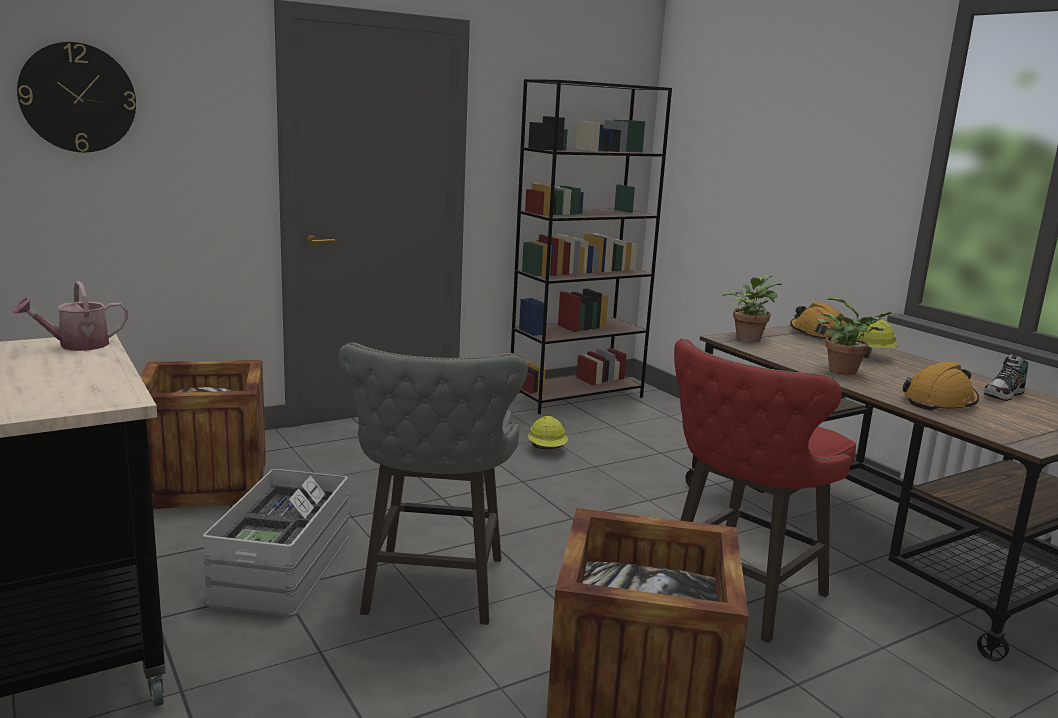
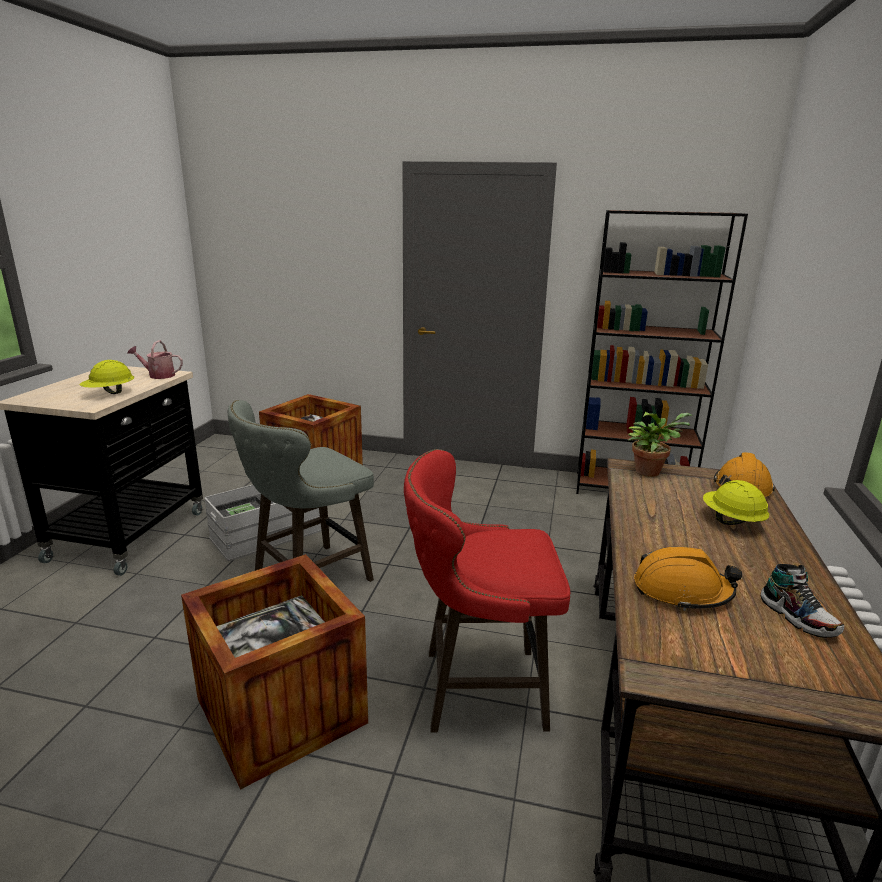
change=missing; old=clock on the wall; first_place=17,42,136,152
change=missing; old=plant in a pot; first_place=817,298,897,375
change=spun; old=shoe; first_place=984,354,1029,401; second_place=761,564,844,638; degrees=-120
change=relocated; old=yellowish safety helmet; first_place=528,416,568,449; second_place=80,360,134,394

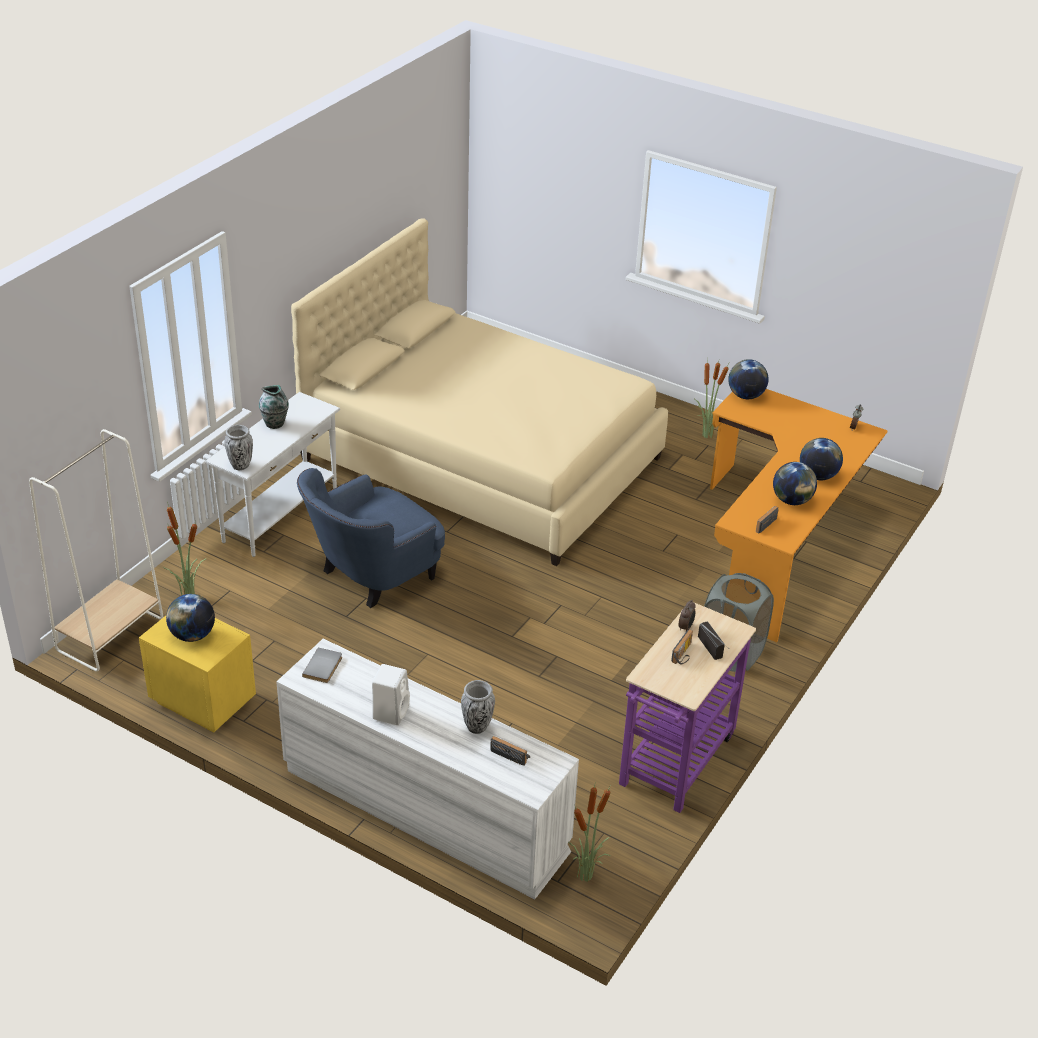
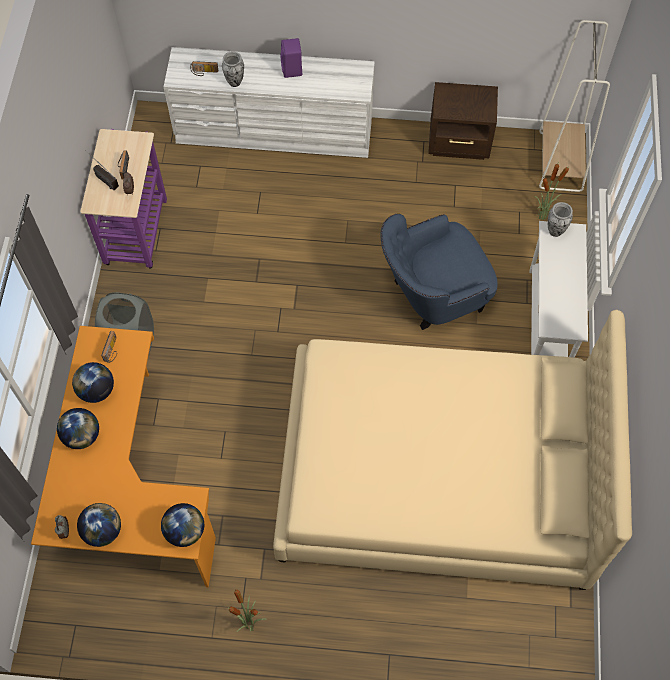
change=missing; old=vase; first_place=259,385,289,429
change=spun; old=bluish lounge chair; first_place=297,468,445,608; second_place=380,214,498,330; degrees=-135
change=relocated; old=globe; first_place=166,594,215,642; second_place=77,503,121,547
change=colour; old=yellowish nightstand; new=brown nightstand; first_place=139,616,256,732; second_place=428,82,498,160
change=missing; old=grey volume; first_place=302,648,342,683
change=colour; old=white audio speaker; new=purple audio speaker; first_place=372,664,410,725; second_place=280,38,302,78
change=missing; old=plant in a pot; first_place=568,785,611,882

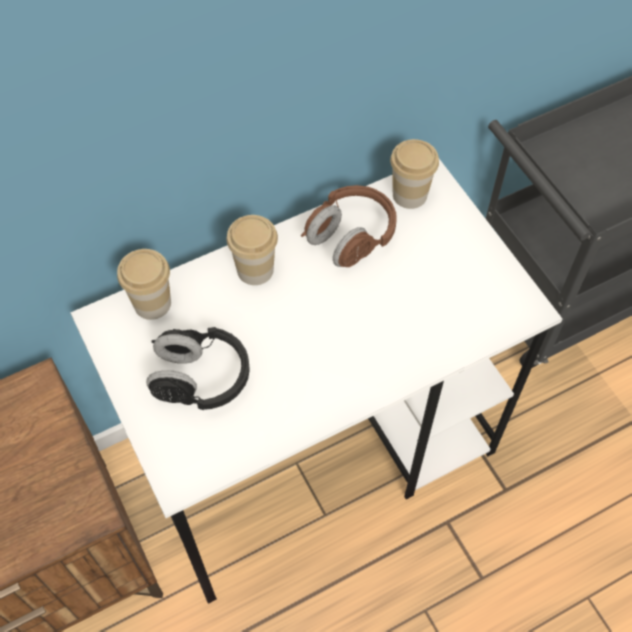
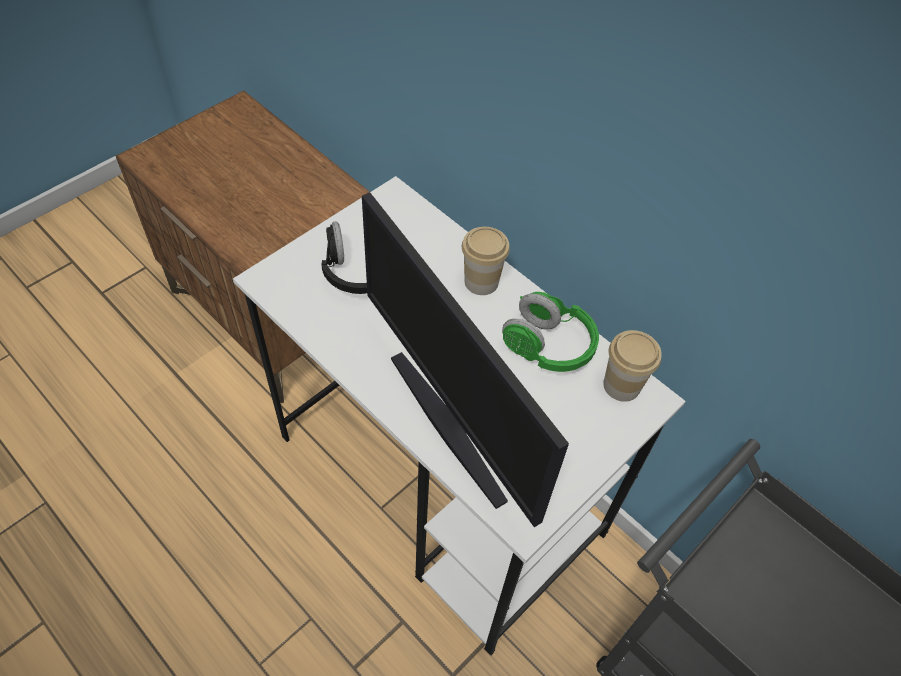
change=colour; old=brown pair of headphones; new=green pair of headphones; first_place=301,185,397,267; second_place=502,292,599,372
change=missing; old=cup; first_place=117,249,171,320
change=appeared; new=computer screen; second_place=362,192,569,527

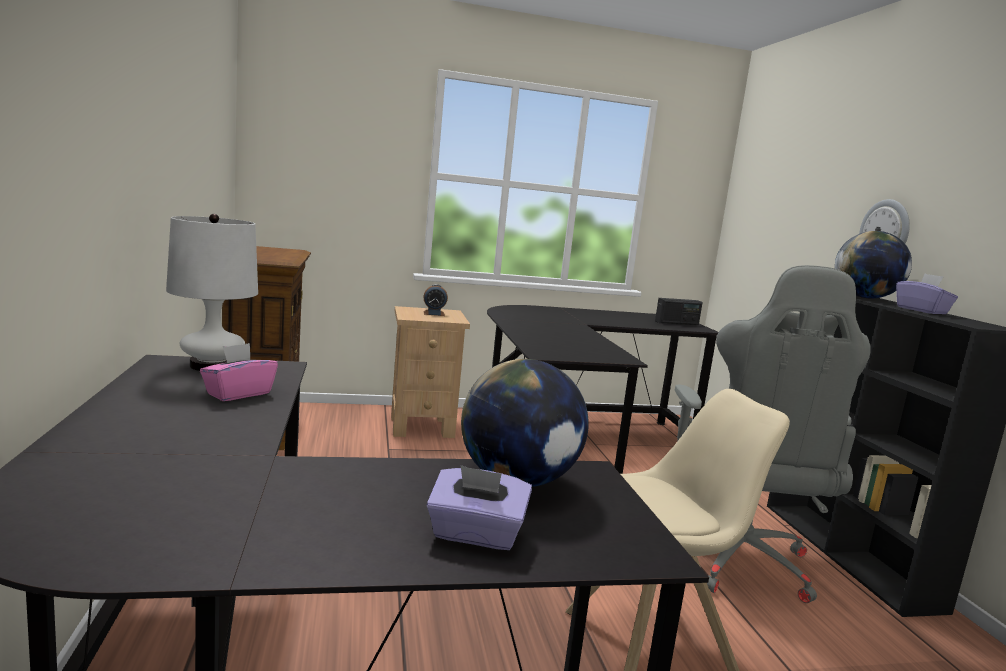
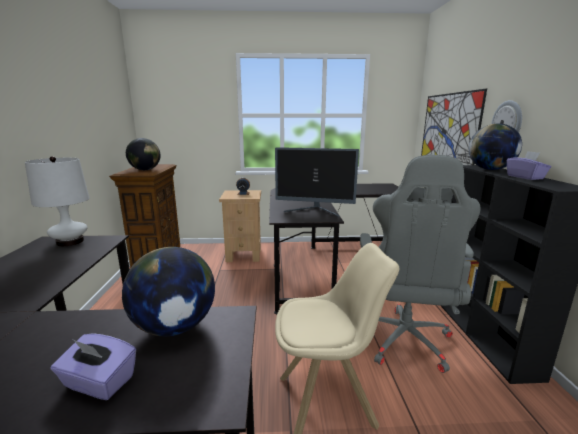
change=missing; old=radio receiver; first_place=655,298,703,325
change=missing; old=pinkish tissue holder; first_place=200,343,278,401
change=appeared; new=picture; second_place=421,89,487,165
change=appeared; new=globe; second_place=126,138,160,170
change=appeared; new=computer screen; second_place=275,147,359,217

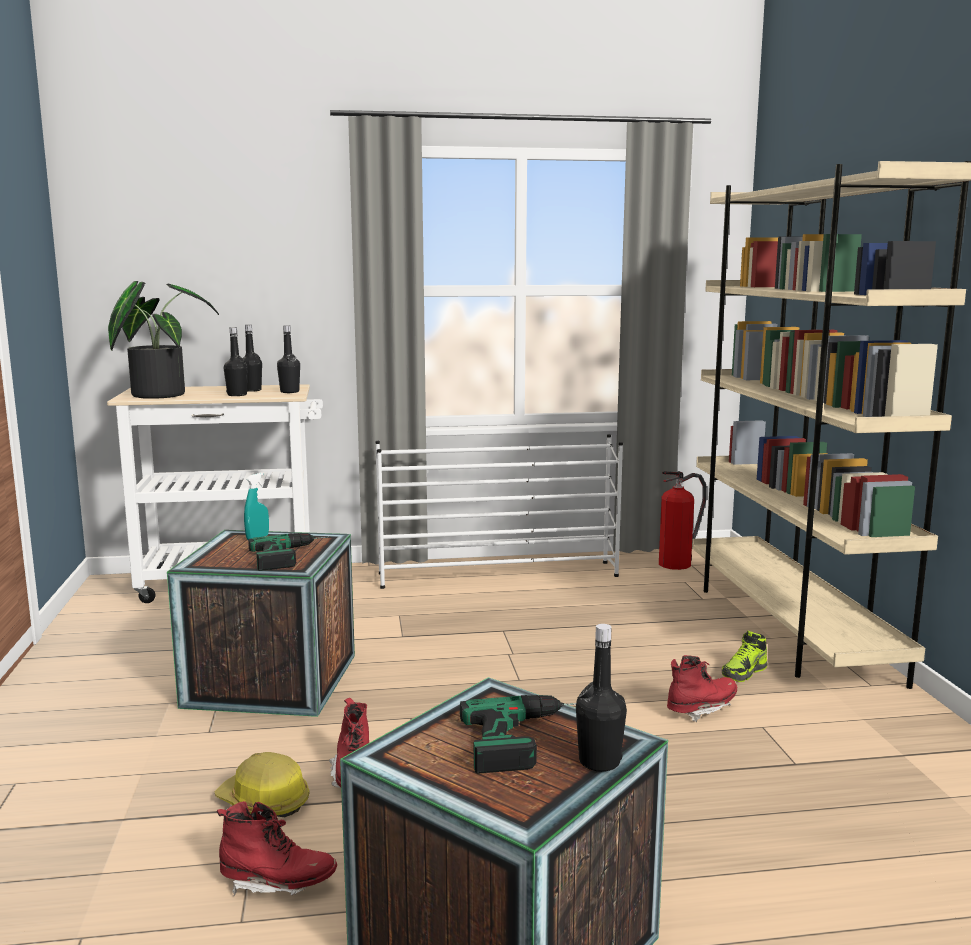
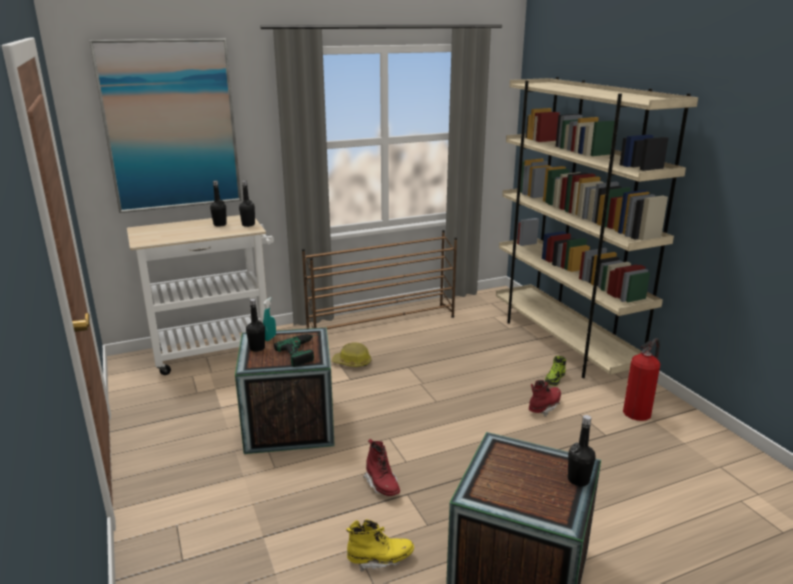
change=missing; old=plant in a pot; first_place=108,281,219,399
change=relocated; old=blackish beverage bottle; first_place=224,327,248,396; second_place=246,299,265,352
change=colour; old=white shoe rack; new=brown shoe rack; first_place=375,434,623,589; second_place=302,230,457,329
change=relocated; old=extinguisher; first_place=659,471,706,570; second_place=623,338,660,421
change=missing; old=electric drill; first_place=460,695,576,774
change=relocated; old=safety helmet; first_place=215,752,310,817; second_place=332,343,372,367
change=colour; old=red tall boot; new=yellowish tall boot; first_place=217,801,337,895; second_place=346,519,414,572
change=appeared; new=picture; second_place=89,39,242,213

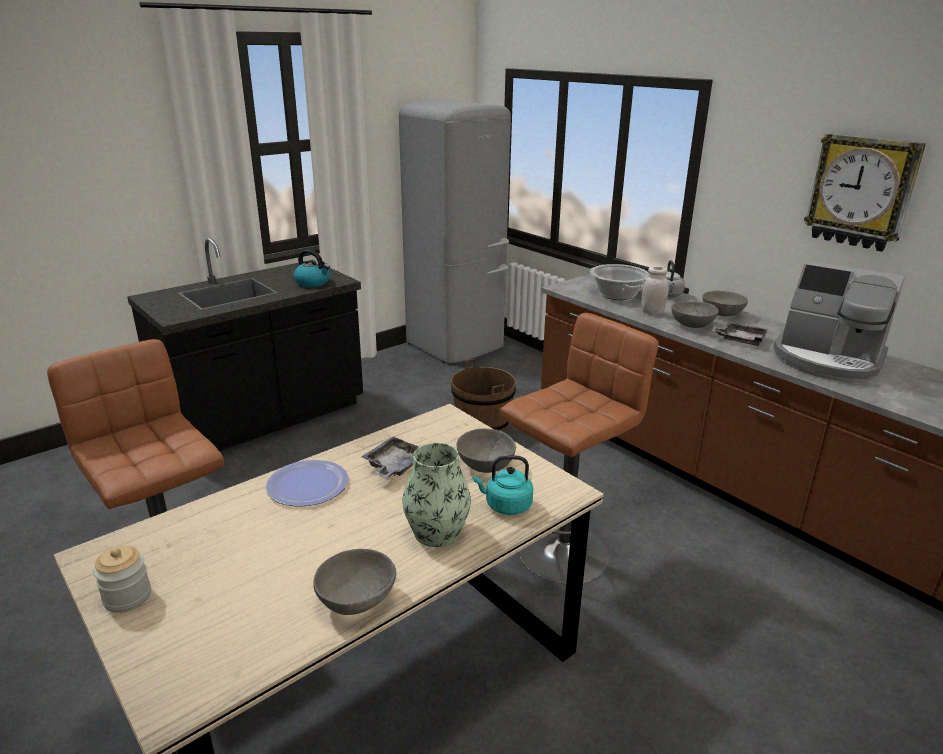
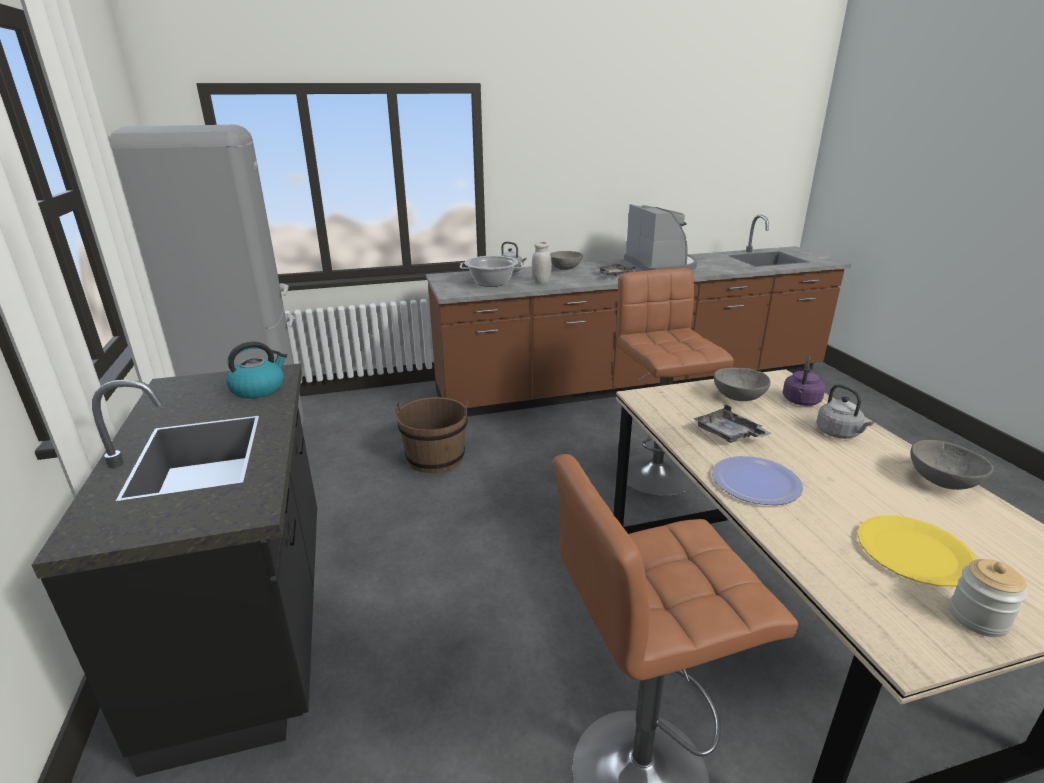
change=missing; old=clock on the wall; first_place=804,133,926,252
change=spun; old=coffee machine; first_place=773,261,905,383; second_place=624,204,697,272; degrees=-75
change=missing; old=grey deep dish; first_place=672,301,718,328
change=exchanged; old=vase; new=grey water kettle; first_place=402,443,471,547; second_place=816,384,874,439
change=colour; old=turquoise water kettle; new=purple water kettle; first_place=473,455,533,515; second_place=783,356,826,406
change=appeared; new=yellowish plate; second_place=857,515,977,587

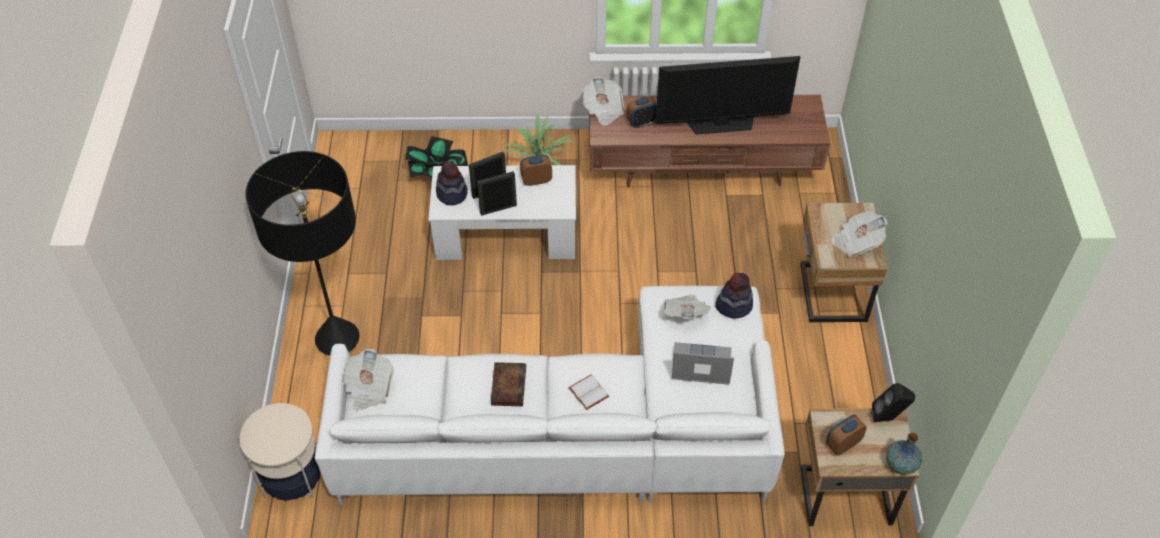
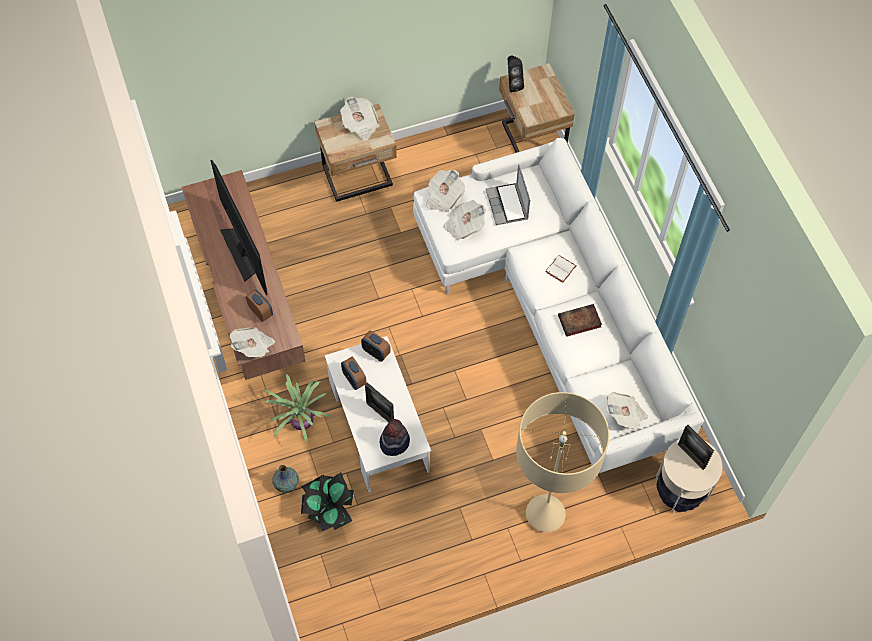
change=colour; old=blackish standing lamp; new=sand-coloured standing lamp; first_place=246,151,359,355; second_place=516,392,610,532
change=relocated; old=picture frame; first_place=477,171,517,216; second_place=678,425,714,470
change=exchanged; old=clothing hat; new=printed paper; first_place=715,273,753,318; second_place=426,170,465,212
change=relocated; old=alarm clock; first_place=826,415,867,456; second_place=361,331,391,361
change=relocated; old=vase; first_place=886,433,922,475; second_place=272,465,299,493

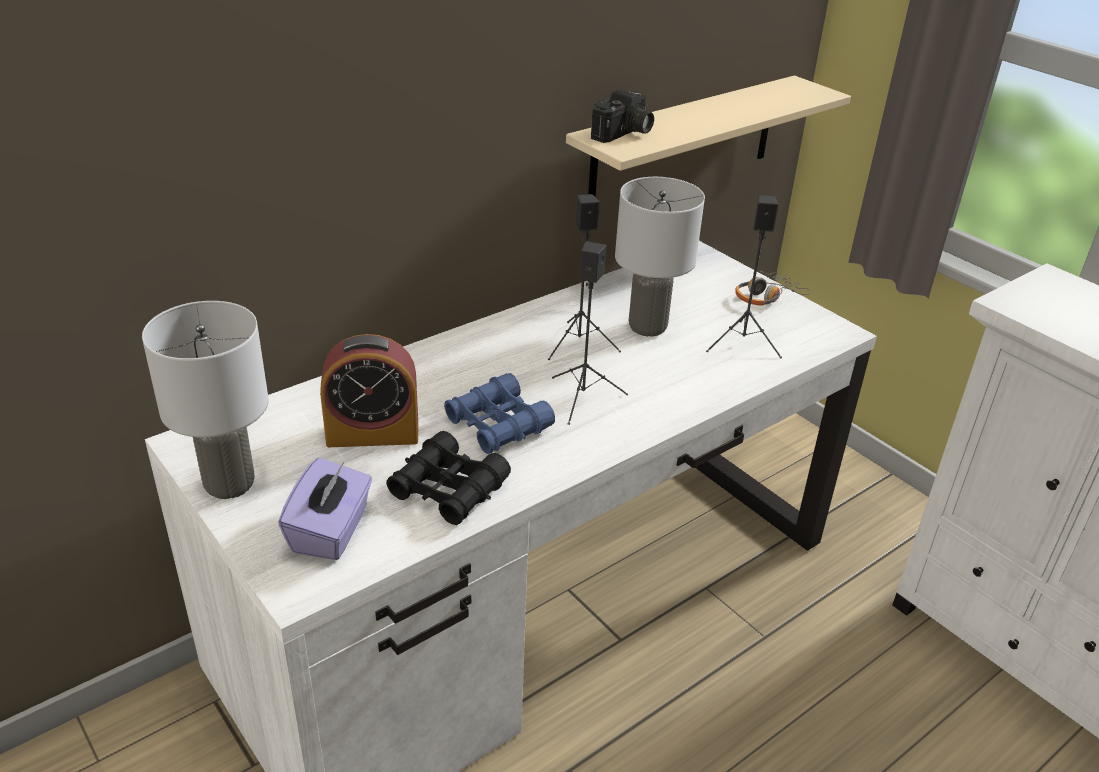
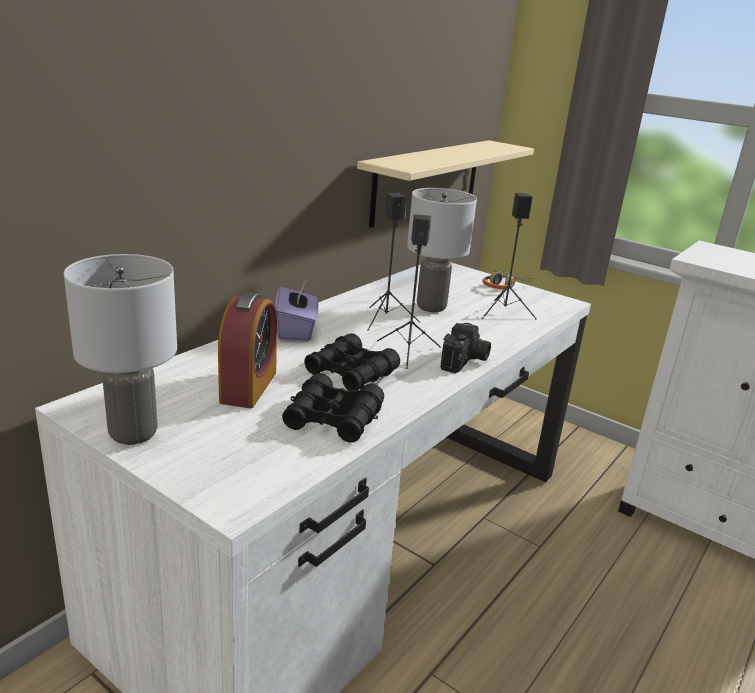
change=relocated; old=photo camera; first_place=591,89,654,143; second_place=441,323,491,373
change=spun; old=alarm clock; first_place=320,334,418,447; second_place=218,292,277,408; degrees=-60
change=colour; old=bluish binoculars; new=blackish binoculars; first_place=444,373,555,454; second_place=304,333,400,391
change=relocated; old=purple tissue holder; first_place=278,458,372,560; second_place=275,283,318,341

